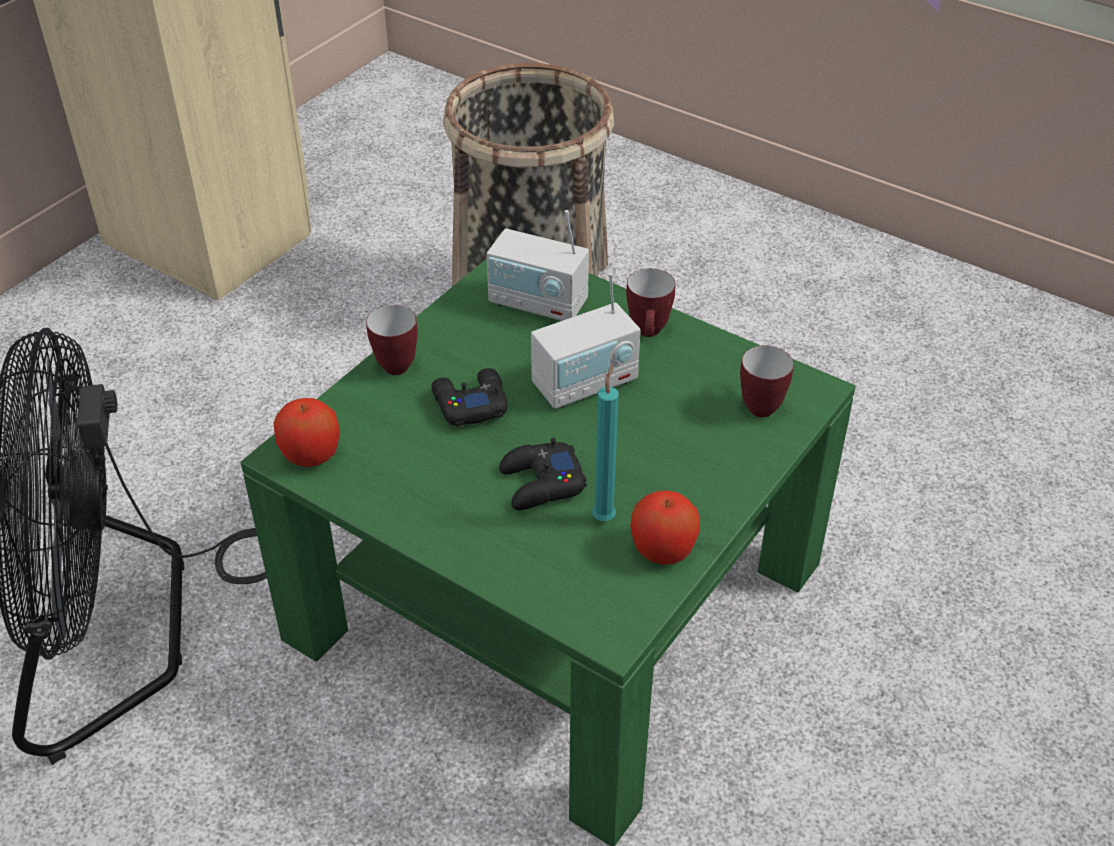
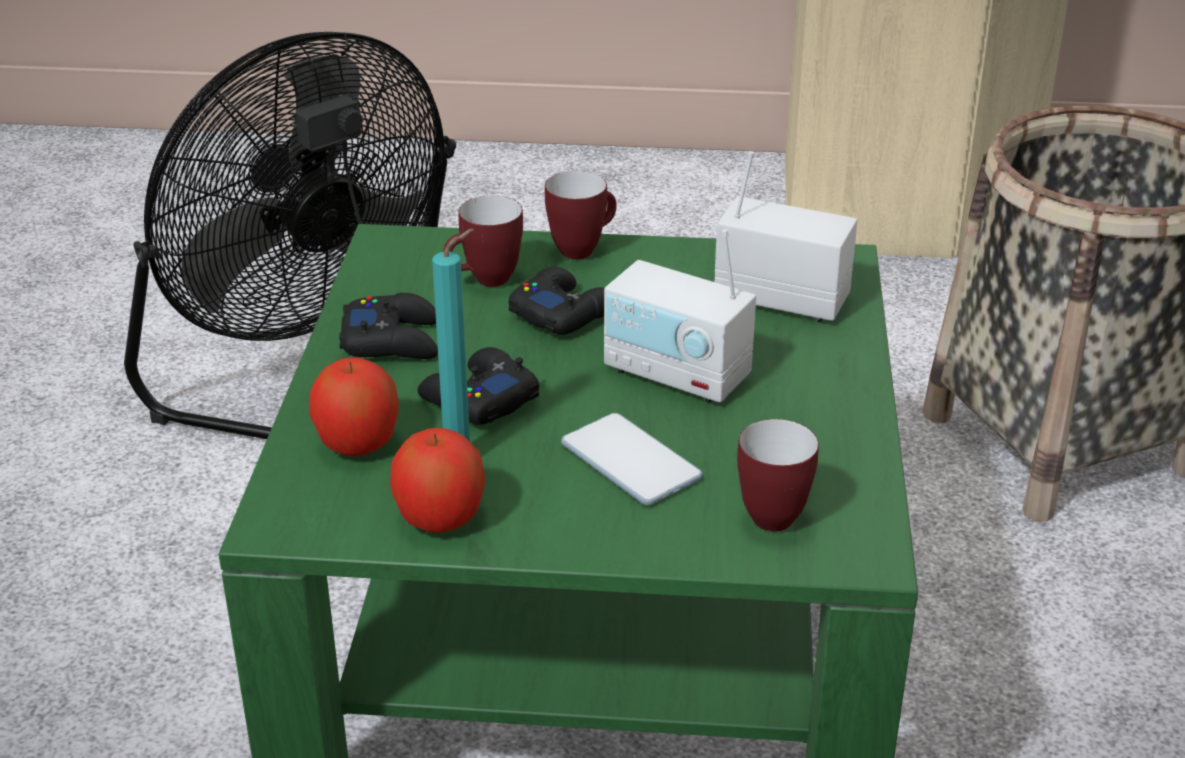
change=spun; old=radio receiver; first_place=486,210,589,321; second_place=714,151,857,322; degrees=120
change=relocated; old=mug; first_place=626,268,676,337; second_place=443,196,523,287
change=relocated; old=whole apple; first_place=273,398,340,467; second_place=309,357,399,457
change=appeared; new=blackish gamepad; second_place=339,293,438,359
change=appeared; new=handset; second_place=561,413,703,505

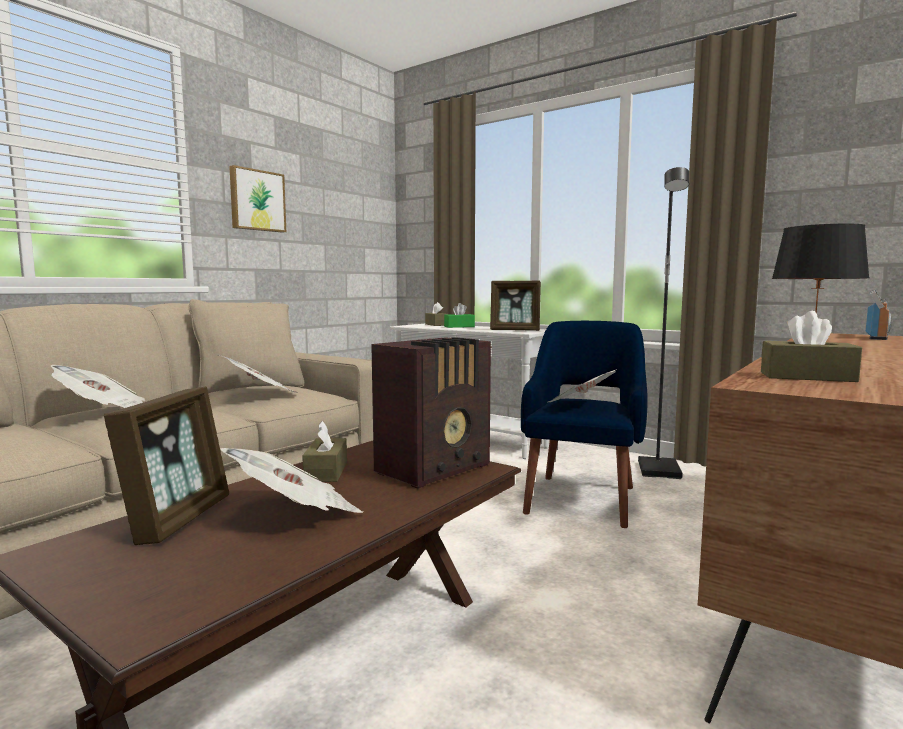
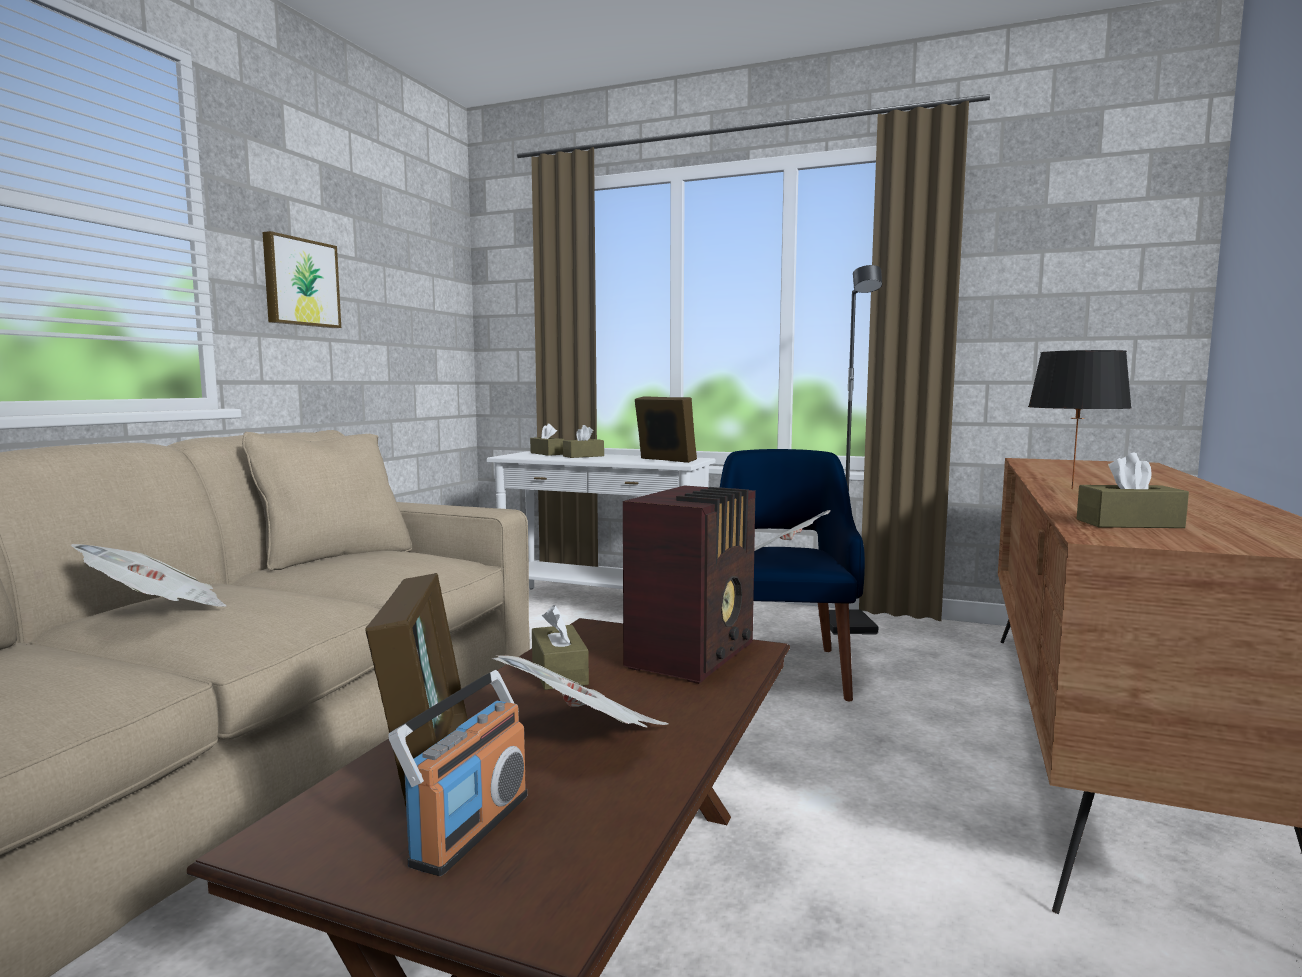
change=spun; old=picture frame; first_place=490,281,541,331; second_place=635,396,697,463; degrees=-135
change=relocated; old=radio receiver; first_place=866,290,892,340; second_place=388,670,527,876
change=colour; old=green tissue holder; new=brown tissue holder; first_place=444,303,475,328; second_place=563,425,604,458
change=missing; old=printed paper; first_place=219,355,299,393

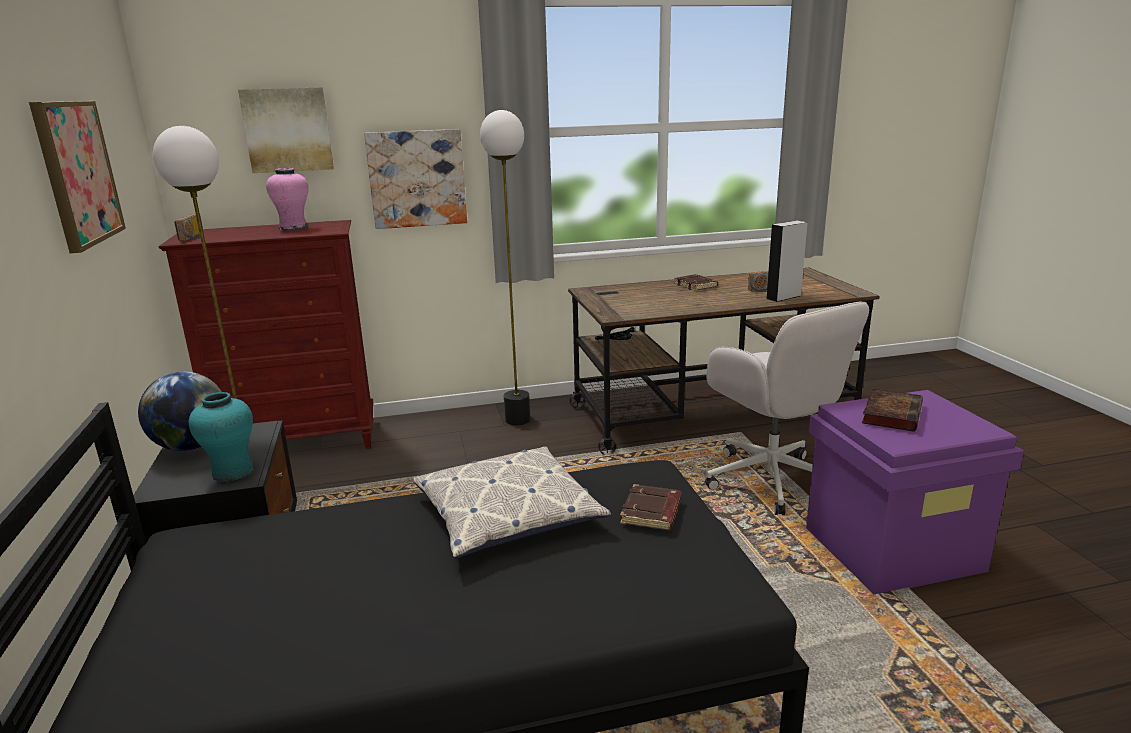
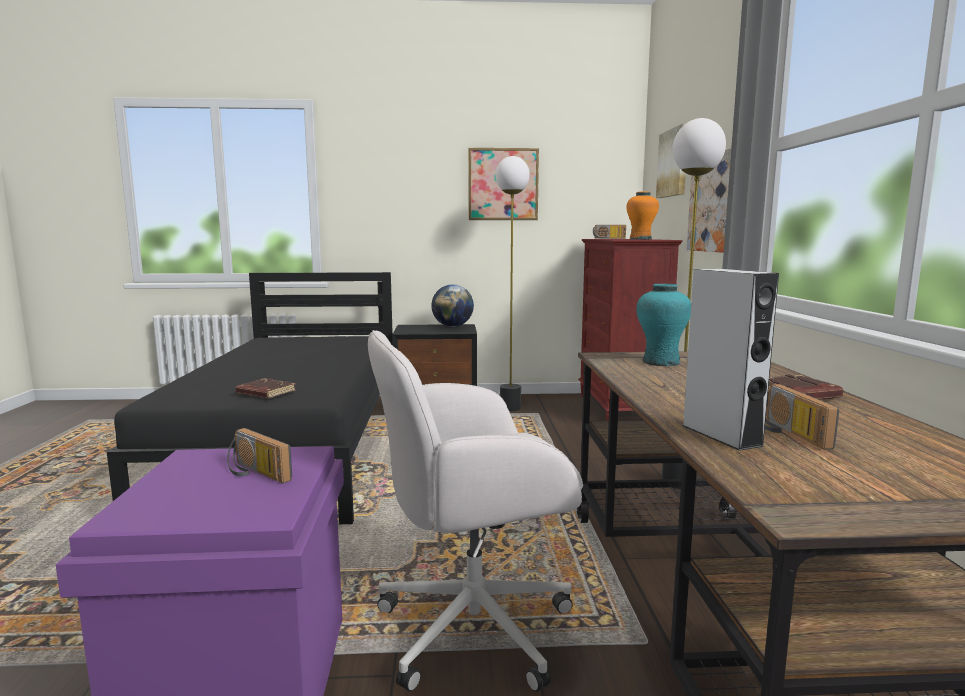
change=colour; old=pinkish vase; new=orange-coloured vase; first_place=266,168,308,230; second_place=627,192,659,239
change=exchanged; old=volume; new=radio receiver; first_place=862,389,923,432; second_place=227,428,292,483
change=relocated; old=turquoise vase; first_place=189,392,254,483; second_place=636,284,691,366
change=missing; old=pillow; first_place=413,447,611,559

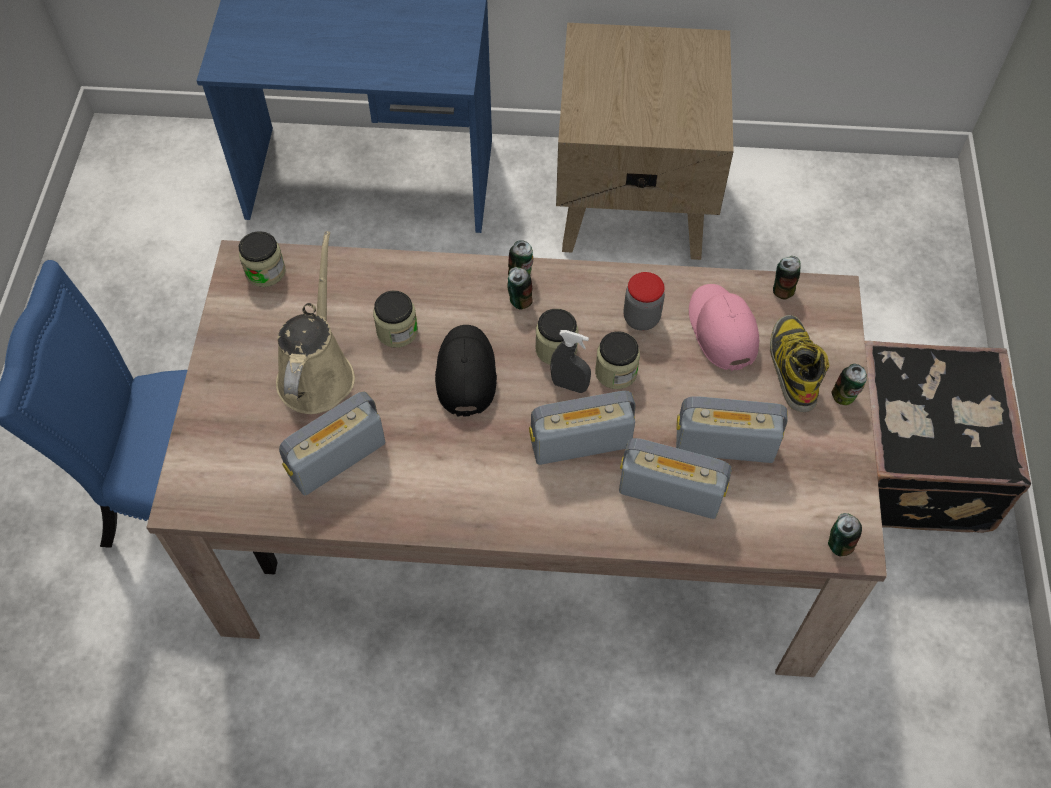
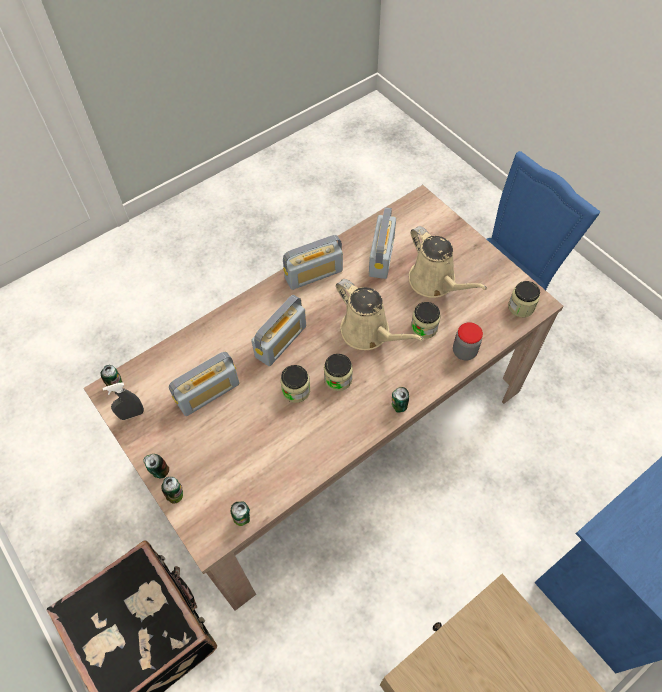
change=relocated; old=metal can; first_place=507,267,533,310; second_place=161,477,183,504
change=relocated; old=jar; first_place=623,272,665,331; second_place=453,322,483,361
change=missing; old=pinkish peaked cap; first_place=689,284,759,372
change=missing; old=tall boot; first_place=770,315,830,412
change=exchanged; old=blackish peaked cap; new=sand-coloured watering can; first_place=435,325,497,417; second_place=336,279,424,350
change=relocated; old=grey hand sprayer; first_place=550,330,591,393; second_place=103,382,144,420
change=relocated; old=radio receiver; first_place=619,438,732,519; second_place=283,235,343,290

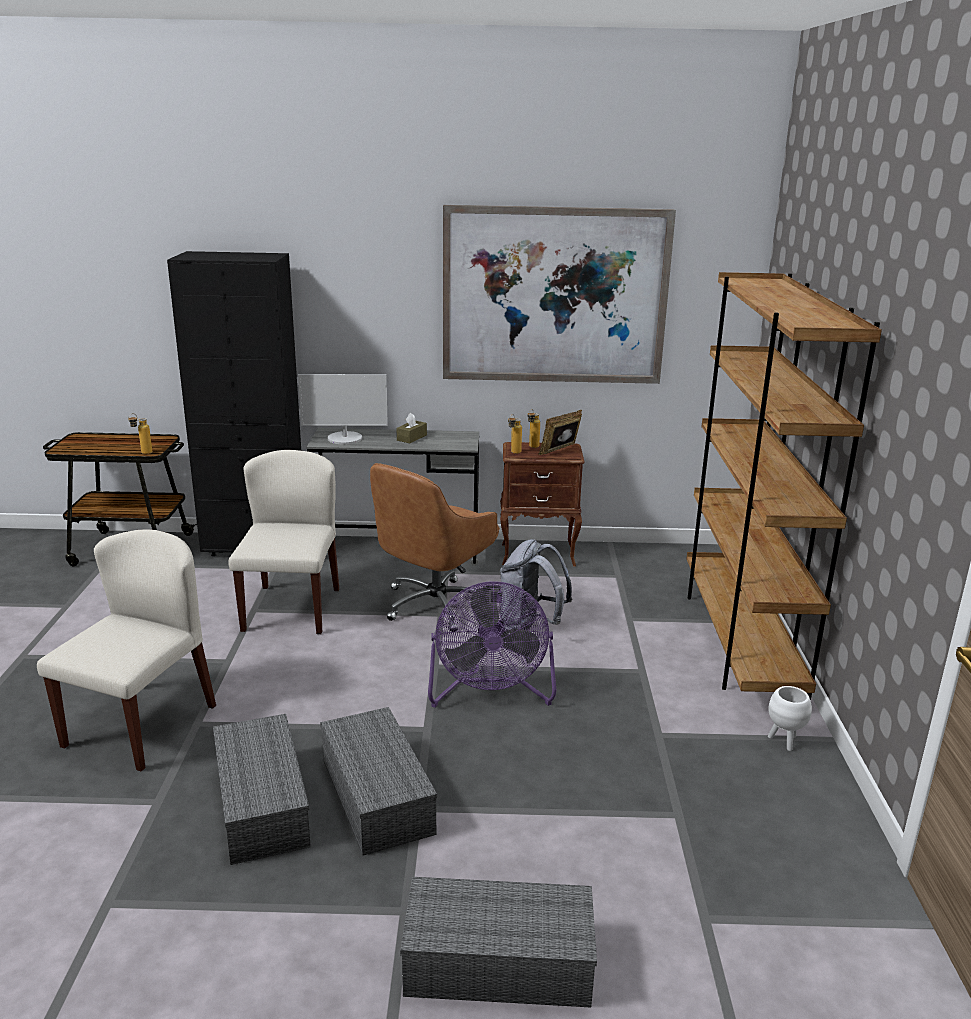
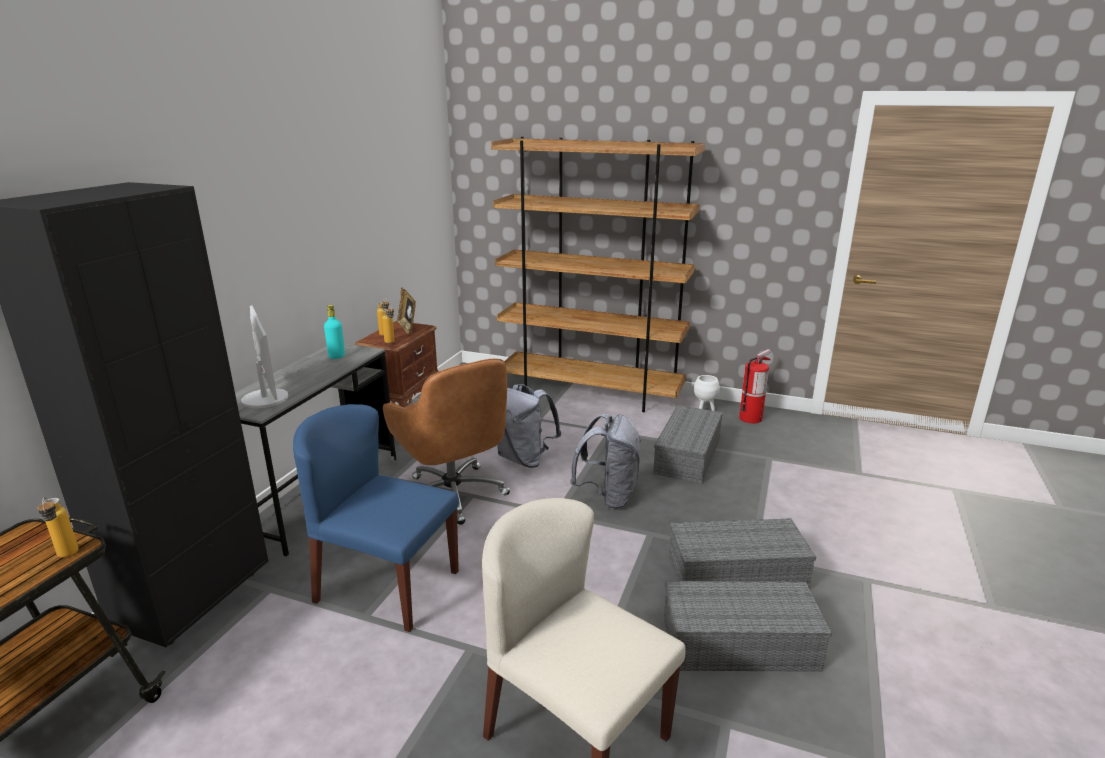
change=missing; old=picture; first_place=443,205,676,384
change=spun; old=computer screen; first_place=298,374,388,444; second_place=241,306,288,408; degrees=-45
change=missing; old=brown tissue holder; first_place=397,413,427,443
change=colour; old=sand-coloured plain chair; new=bluish plain chair; first_place=228,450,339,634; second_place=293,404,459,632
change=exchanged; old=purple fan; new=grey rucksack; first_place=428,581,556,708; second_place=570,414,641,509
change=relocated; old=grey storage box; first_place=400,877,597,1007; second_place=653,405,723,484
change=appeared; new=turquoise beverage bottle; second_place=324,305,345,359
change=appeared; new=extinguisher; second_place=739,349,771,423

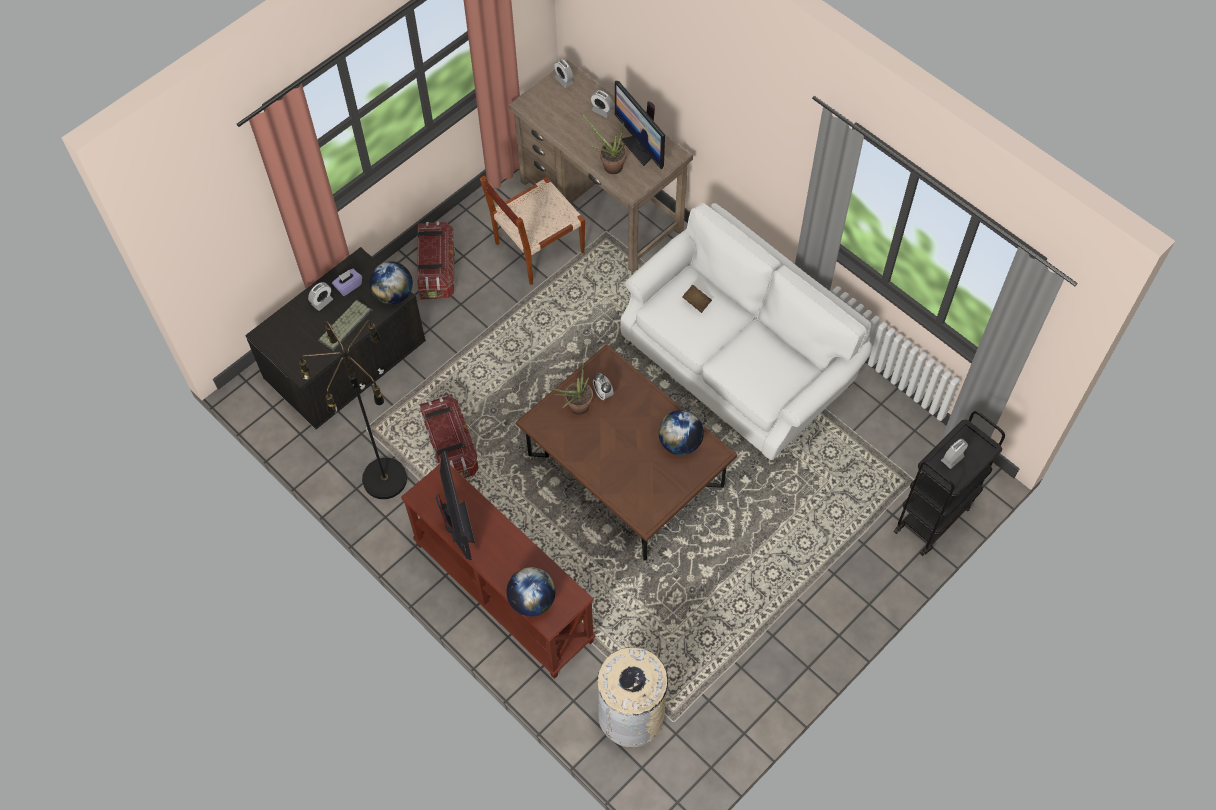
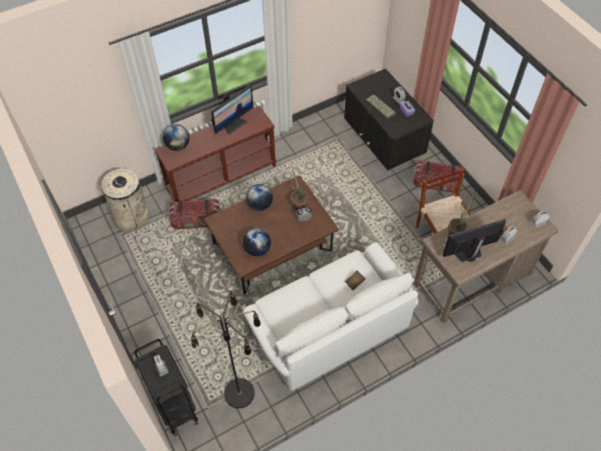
change=relocated; old=globe; first_place=369,261,413,304; second_place=246,184,273,211
change=relocated; old=standing lamp; first_place=299,320,407,499; second_place=191,291,261,408
change=relocated; old=storage box; first_place=420,396,479,478; second_place=169,199,220,229
change=spun; old=computer screen; first_place=436,451,475,560; second_place=211,85,254,134; degrees=-45

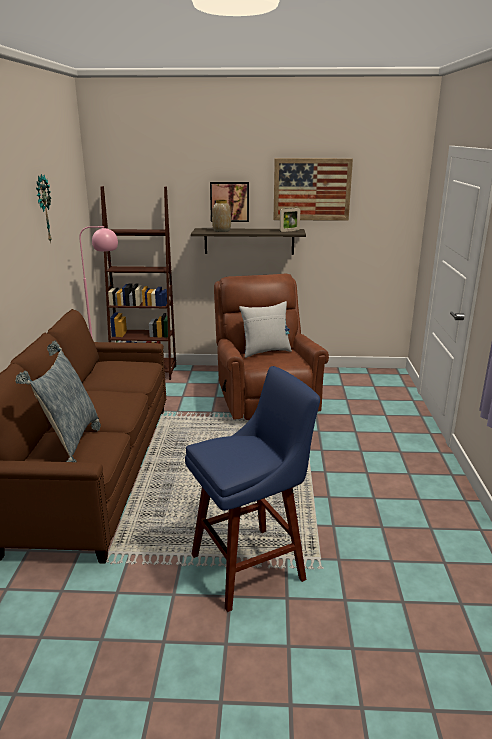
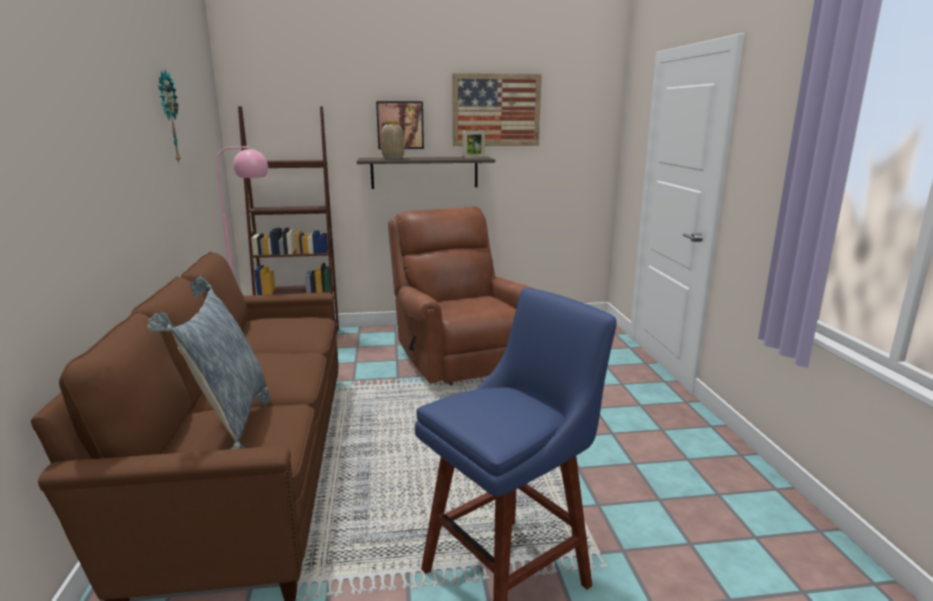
change=missing; old=grey pillow; first_place=239,301,292,358

